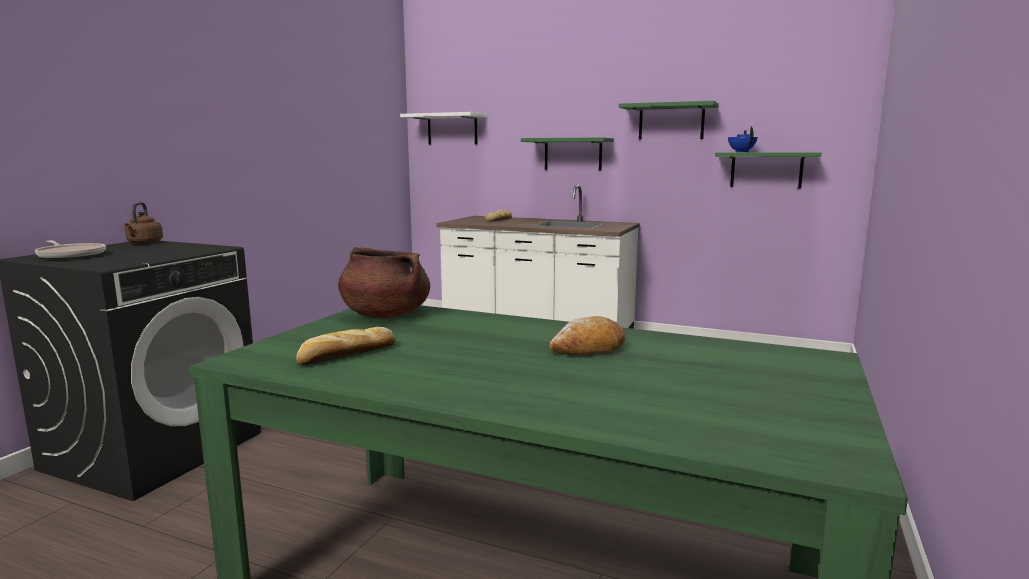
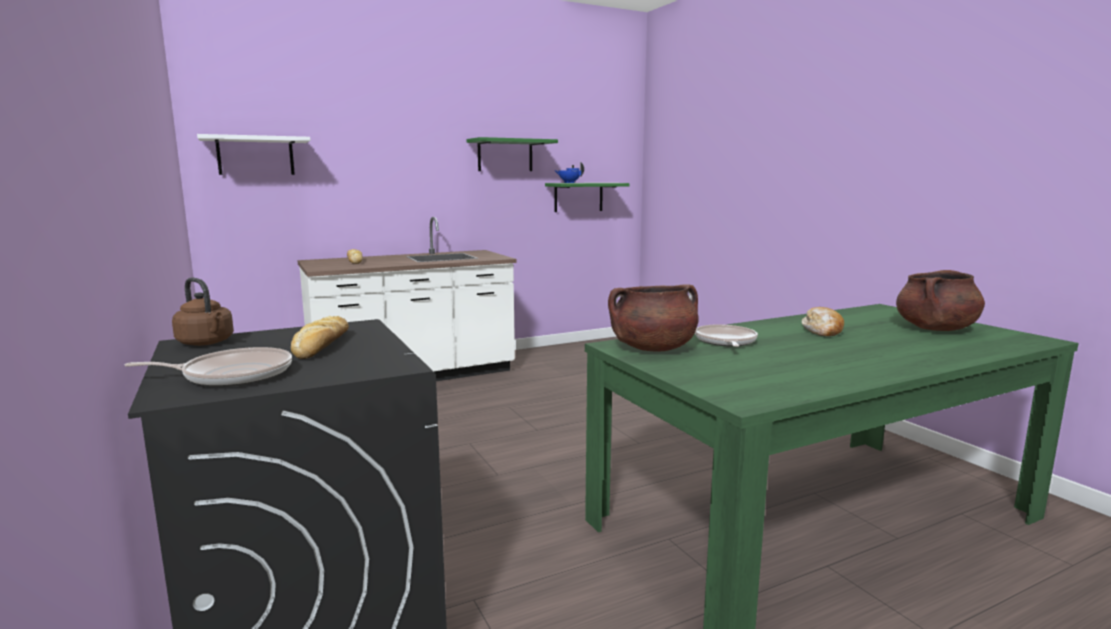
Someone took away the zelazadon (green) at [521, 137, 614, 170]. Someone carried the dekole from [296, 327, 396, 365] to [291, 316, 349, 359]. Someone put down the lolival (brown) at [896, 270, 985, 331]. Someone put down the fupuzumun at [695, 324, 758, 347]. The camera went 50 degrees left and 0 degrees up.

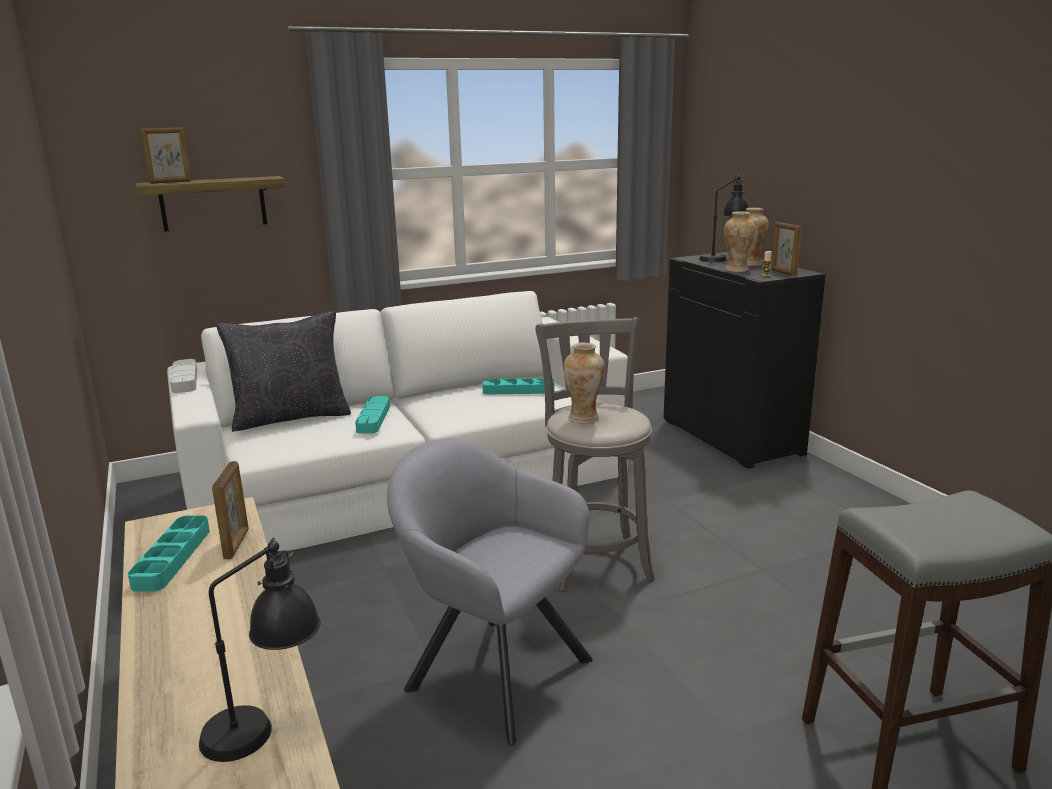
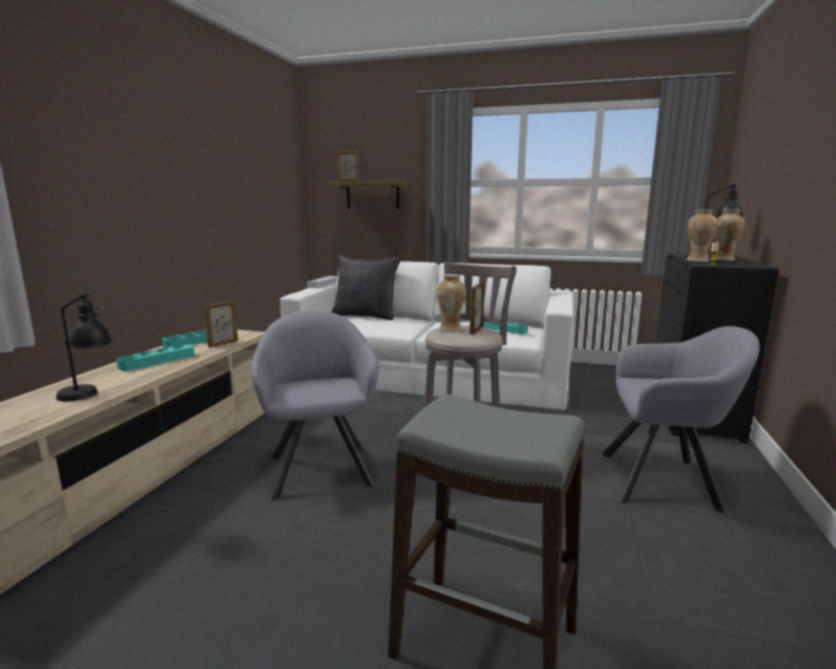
Someone carried the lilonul from [771, 222, 802, 276] to [470, 283, 484, 334]. Someone carried the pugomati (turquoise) from [355, 396, 390, 434] to [116, 344, 195, 371]. Someone put down the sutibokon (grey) at [602, 326, 760, 513]. The camera went 40 degrees right and 5 degrees down.

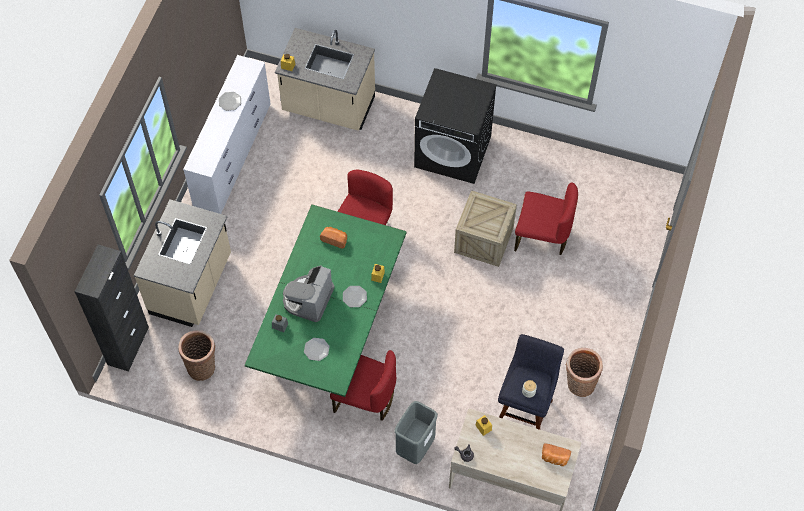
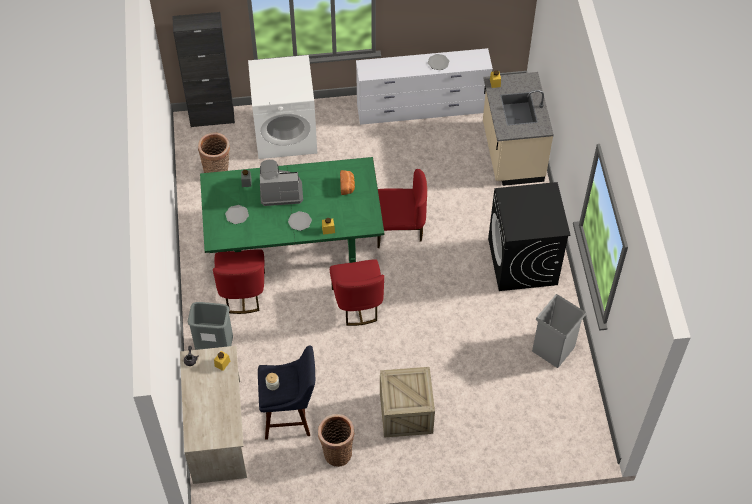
Someone carried the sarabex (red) from [514, 182, 578, 255] to [330, 259, 384, 326]. Someone carried the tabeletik from [454, 190, 517, 267] to [380, 367, 435, 438]. Someone swapped the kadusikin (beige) at [134, 200, 231, 327] for the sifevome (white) at [248, 55, 317, 159]. Someone took away the dekole at [542, 443, 571, 466]. Someone put down the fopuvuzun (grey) at [532, 294, 586, 368]. The camera went 65 degrees right and 5 degrees down.

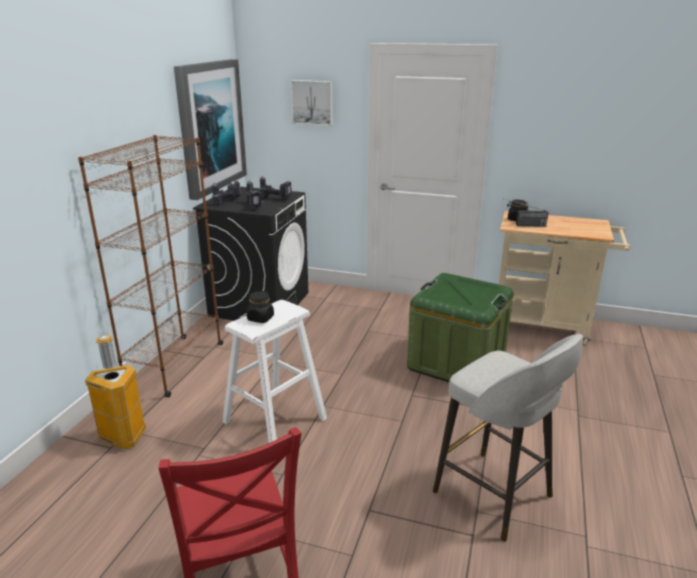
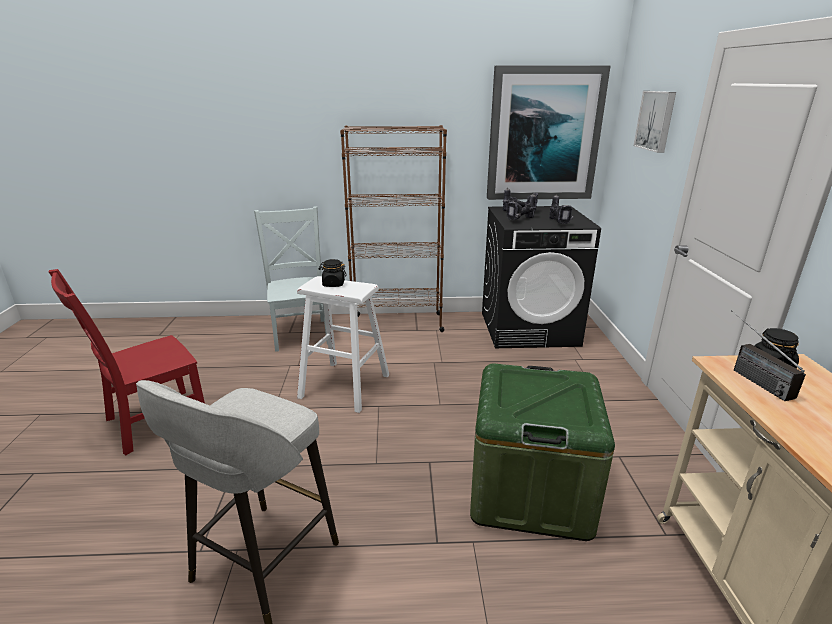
Someone swapped the fopuvuzun at [85, 335, 146, 450] for the sarabex (grey) at [254, 206, 328, 352]. The camera went 70 degrees right and 0 degrees up.

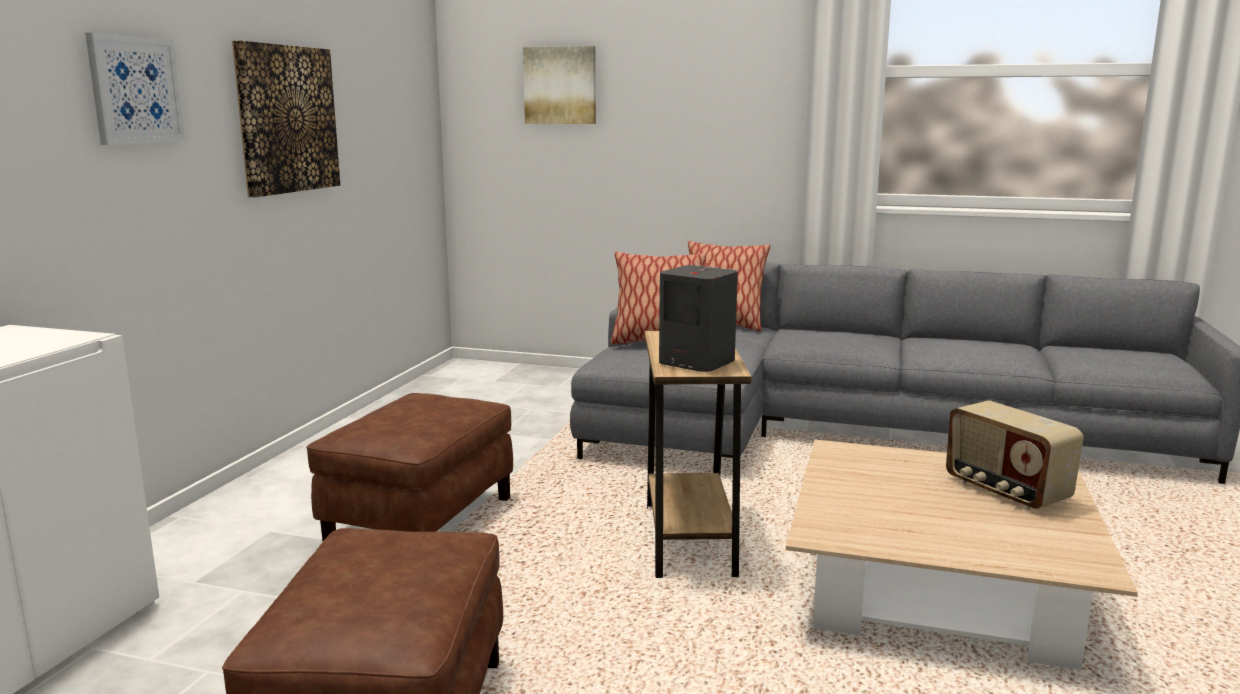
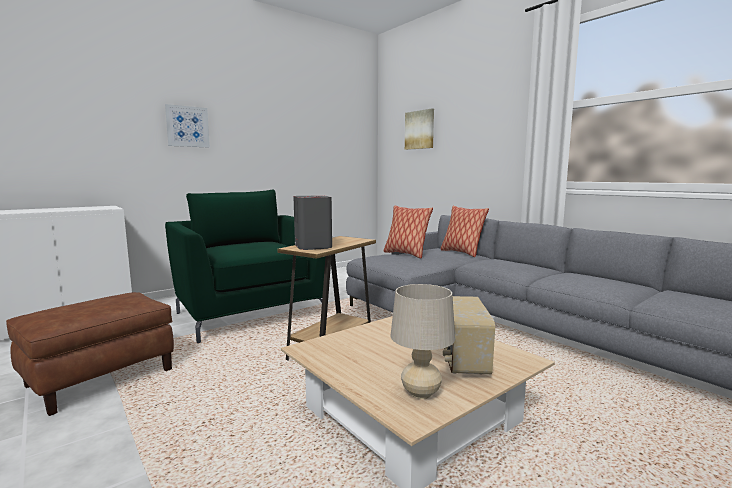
Someone took away the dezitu at [232, 40, 340, 197]. Someone swapped the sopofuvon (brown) at [306, 393, 513, 541] for the sutibokon (green) at [165, 190, 325, 343]. Someone put down the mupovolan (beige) at [390, 284, 455, 399]. The camera went 35 degrees right and 5 degrees down.

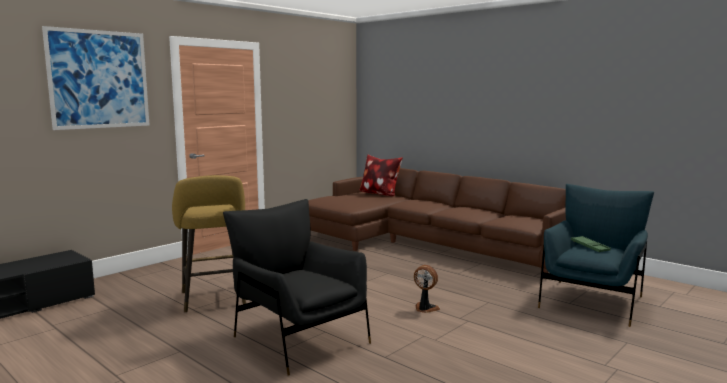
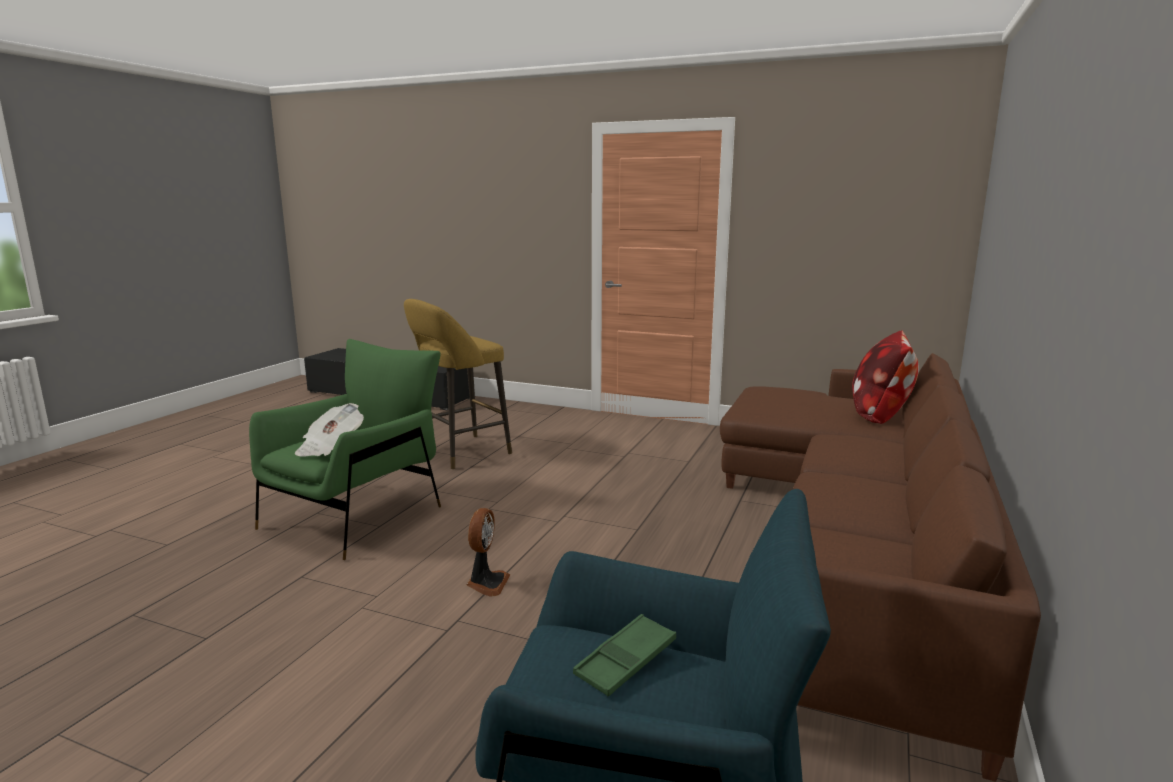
Someone took away the dezitu at [42, 26, 150, 130]. Someone repainted the sutibokon (black) at [223, 199, 371, 376], which became the sutibokon (green) at [249, 339, 441, 560]. Someone put down the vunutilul at [295, 403, 364, 457]. The camera went 70 degrees right and 5 degrees up.

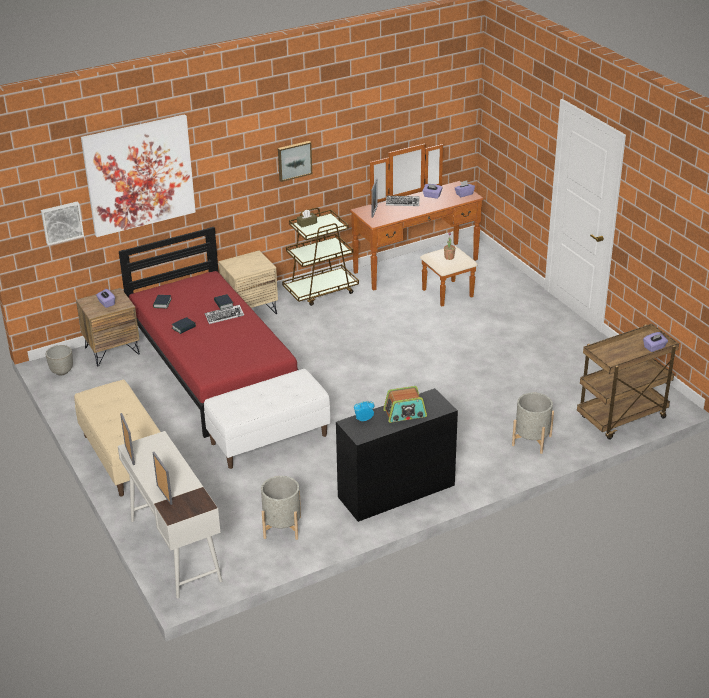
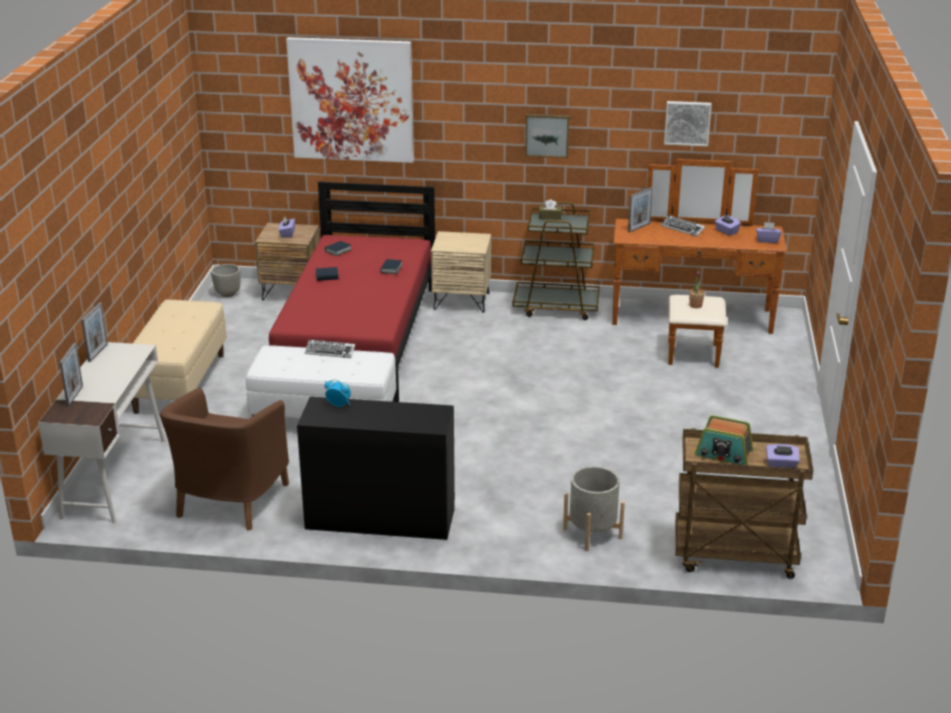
Someone carried the dezitu from [41, 201, 84, 245] to [664, 101, 712, 146]. Someone carried the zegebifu from [205, 305, 244, 324] to [305, 340, 355, 358]. Someone carried the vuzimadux from [383, 386, 427, 423] to [695, 415, 753, 465]. Someone swapped the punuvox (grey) at [261, 476, 301, 540] for the sutibokon (brown) at [160, 388, 289, 530]. The camera went 35 degrees right and 5 degrees down.

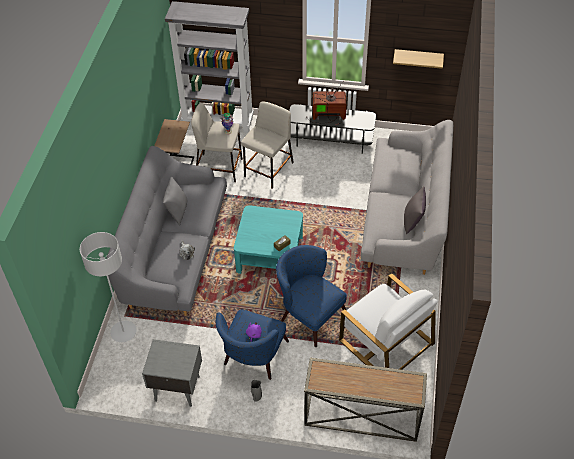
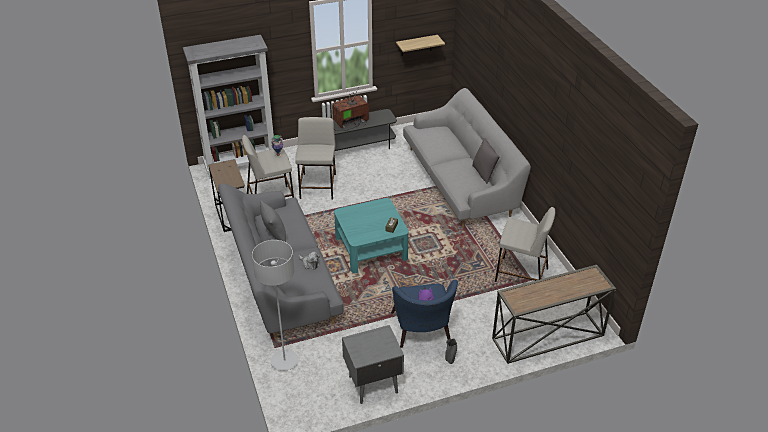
Someone took away the sutibokon (blue) at [276, 245, 347, 347]. Someone swapped the sutibokon (white) at [339, 273, 438, 370] for the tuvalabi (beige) at [495, 207, 555, 282]. The camera went 30 degrees left and 10 degrees down.

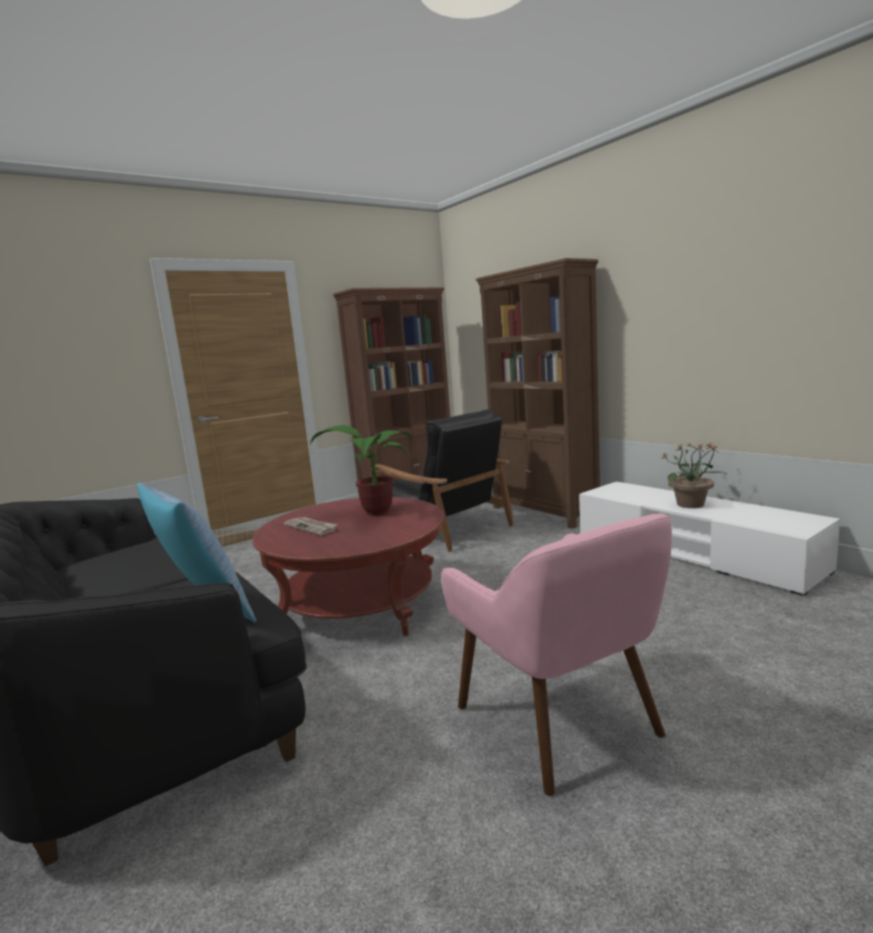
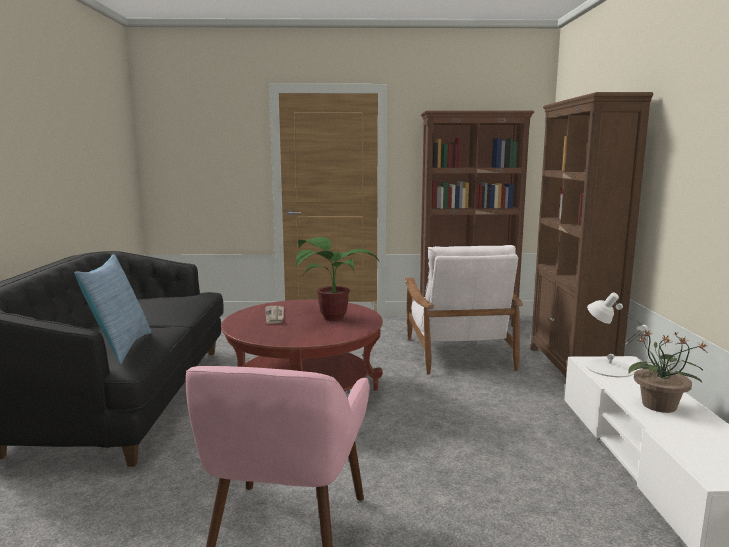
Someone repainted the sutibokon (black) at [371, 409, 513, 551], which became the sutibokon (white) at [405, 245, 523, 375]. Someone put down the mupovolan (white) at [585, 293, 648, 377]. The camera went 35 degrees right and 0 degrees up.

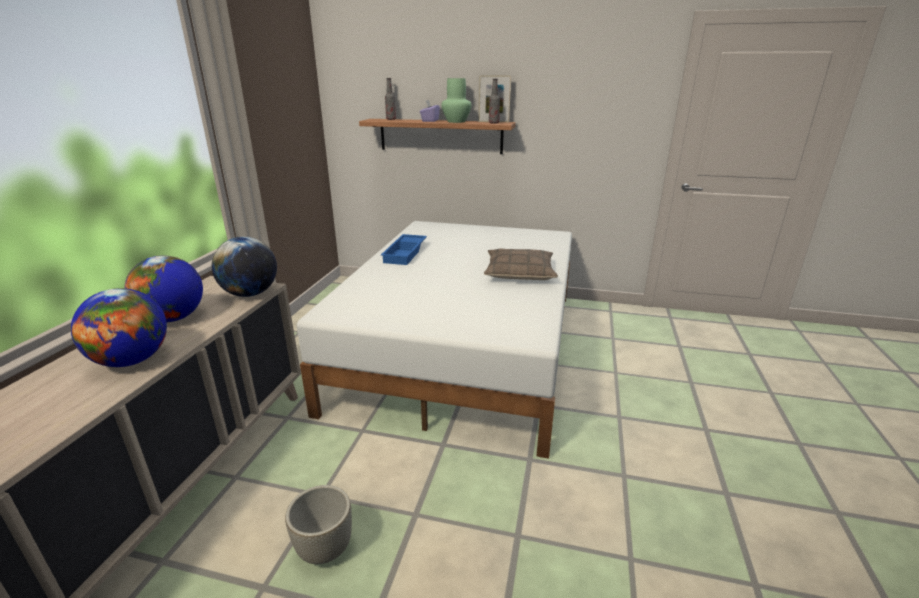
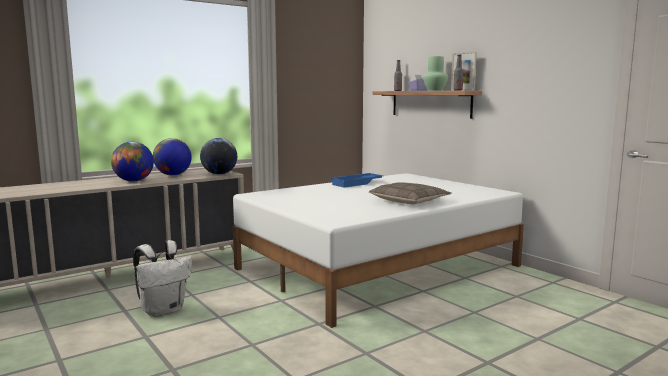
Someone swapped the punuvox (grey) at [285, 485, 352, 564] for the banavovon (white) at [133, 240, 192, 317]. The camera went 40 degrees right and 15 degrees down.

